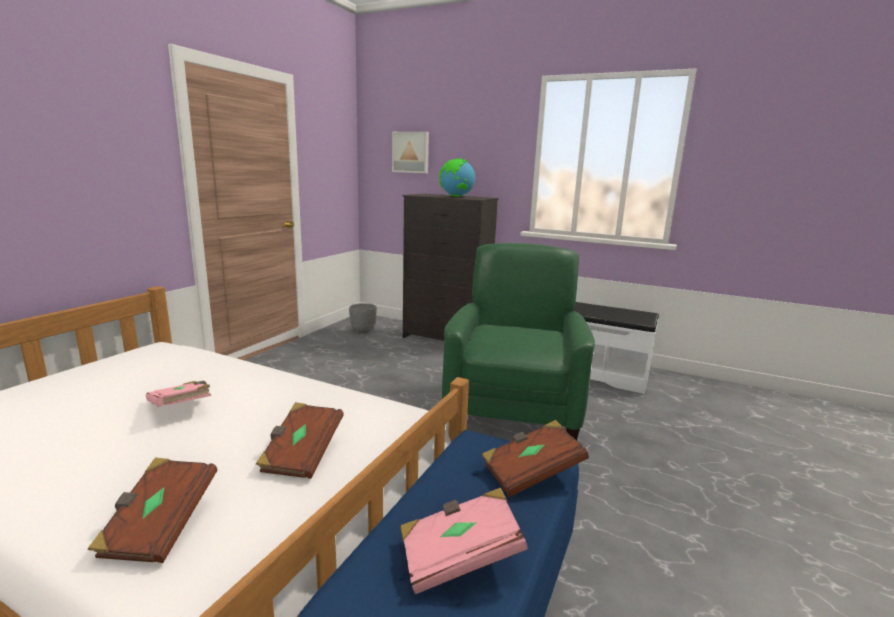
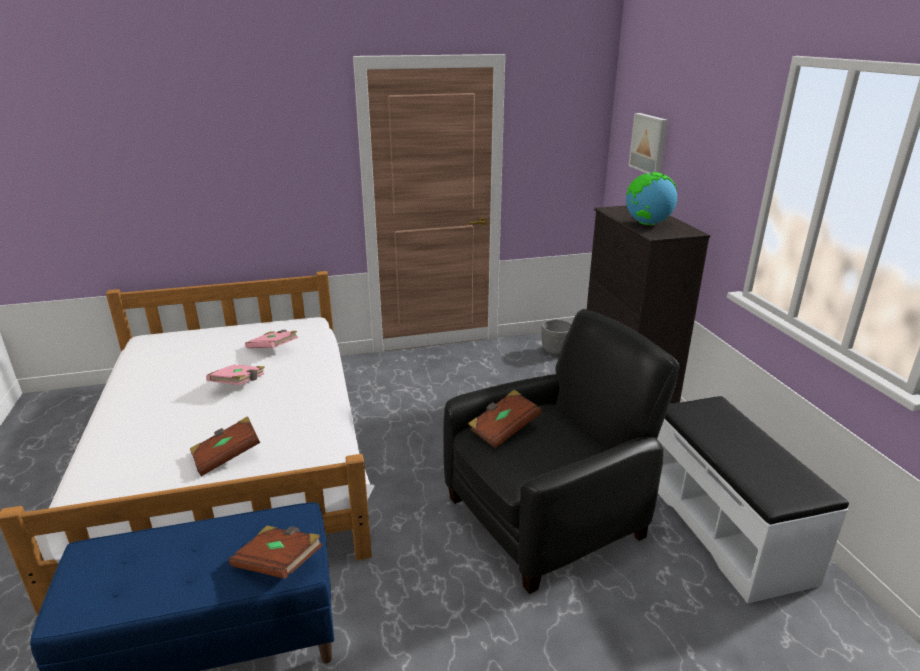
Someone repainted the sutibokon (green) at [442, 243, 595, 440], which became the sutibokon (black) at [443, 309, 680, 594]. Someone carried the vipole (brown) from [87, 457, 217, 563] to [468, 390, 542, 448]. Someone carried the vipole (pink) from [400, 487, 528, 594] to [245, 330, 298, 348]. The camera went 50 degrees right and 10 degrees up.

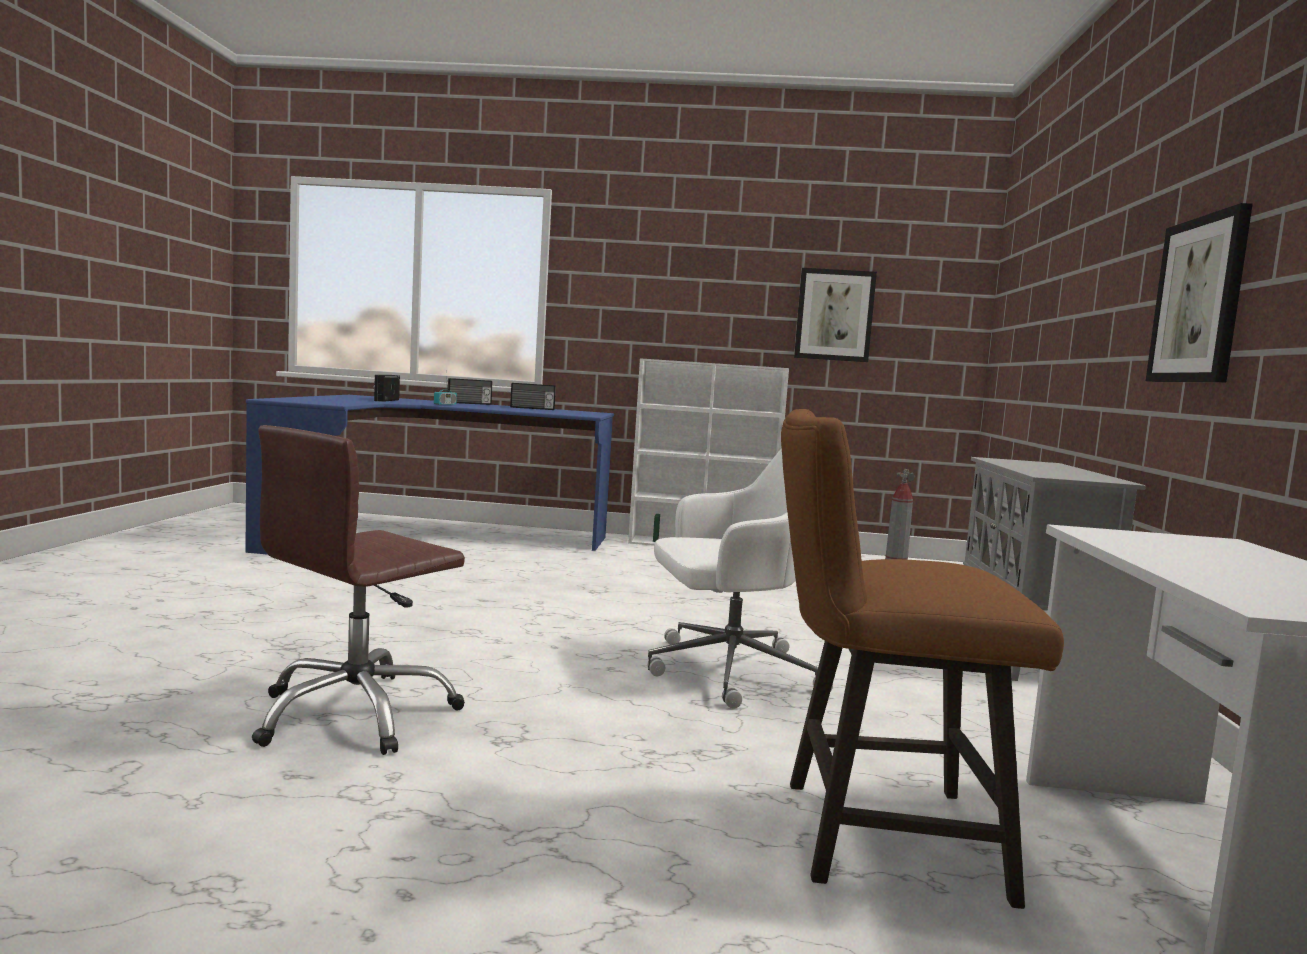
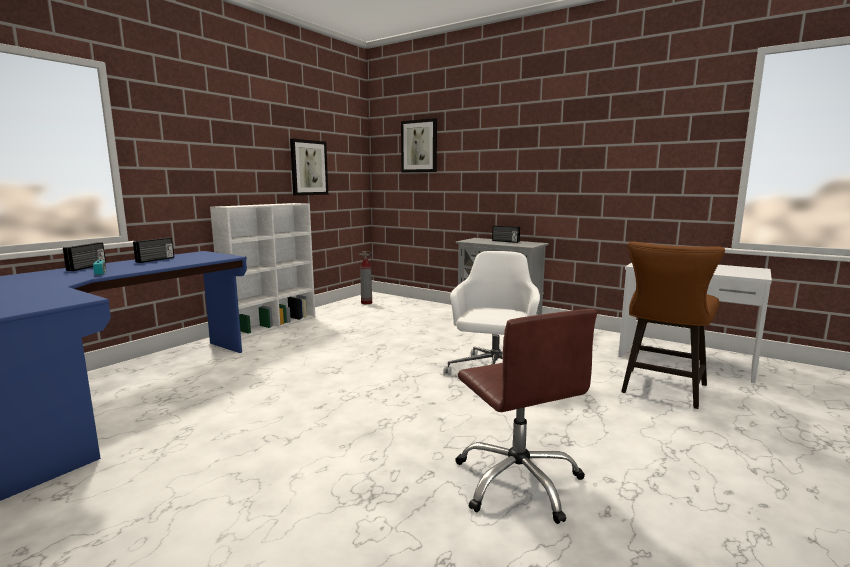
Someone carried the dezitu from [1146, 203, 1253, 383] to [401, 118, 437, 172]. Someone carried the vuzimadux from [374, 375, 400, 402] to [492, 225, 520, 243]. The camera went 60 degrees left and 5 degrees up.

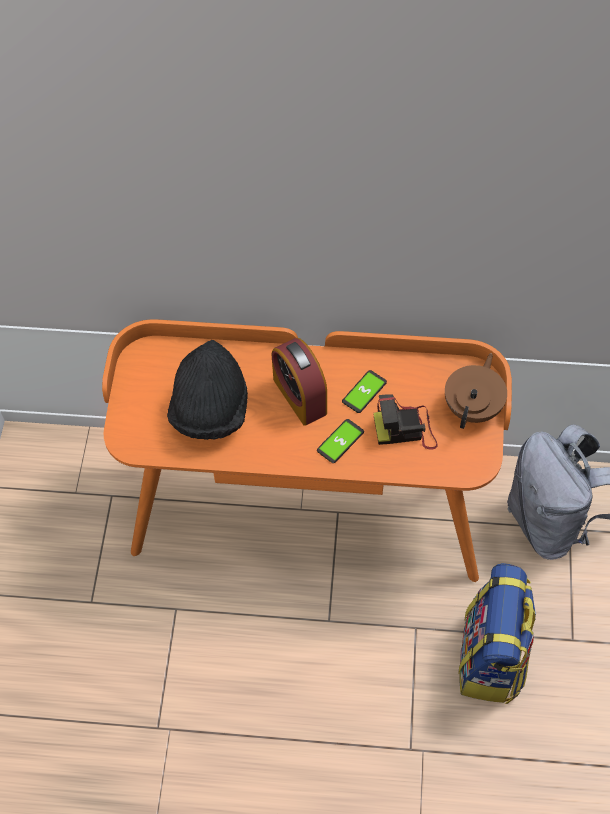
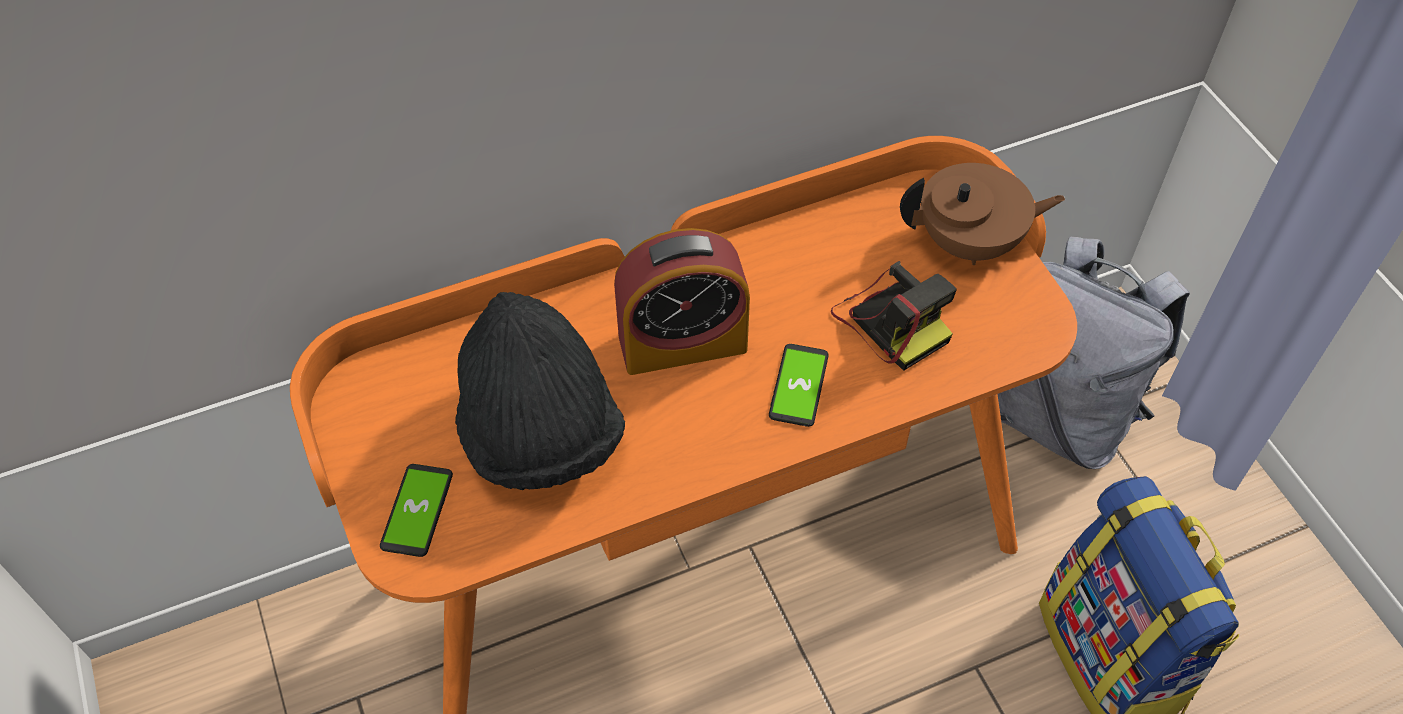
Someone rotated the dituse at [272, 338, 327, 426] by 45 degrees counterclockwise. Someone rotated the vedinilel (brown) at [445, 354, 507, 429] by 90 degrees clockwise. Someone carried the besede from [342, 370, 387, 413] to [380, 464, 453, 557]. Someone rotated the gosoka at [373, 394, 437, 449] by 90 degrees counterclockwise. The camera went 30 degrees left and 5 degrees down.

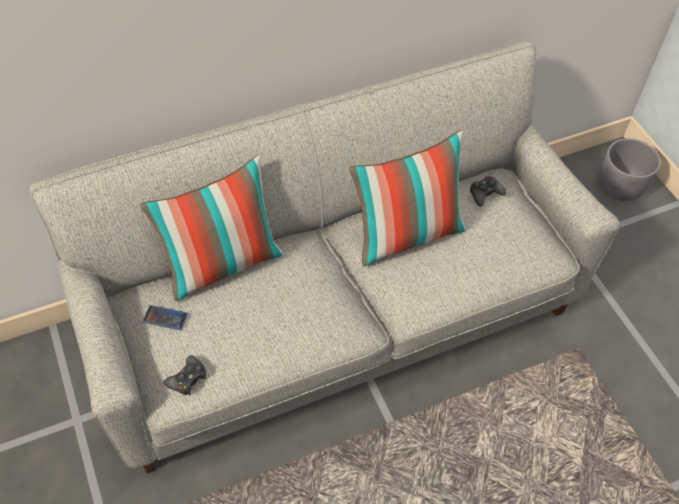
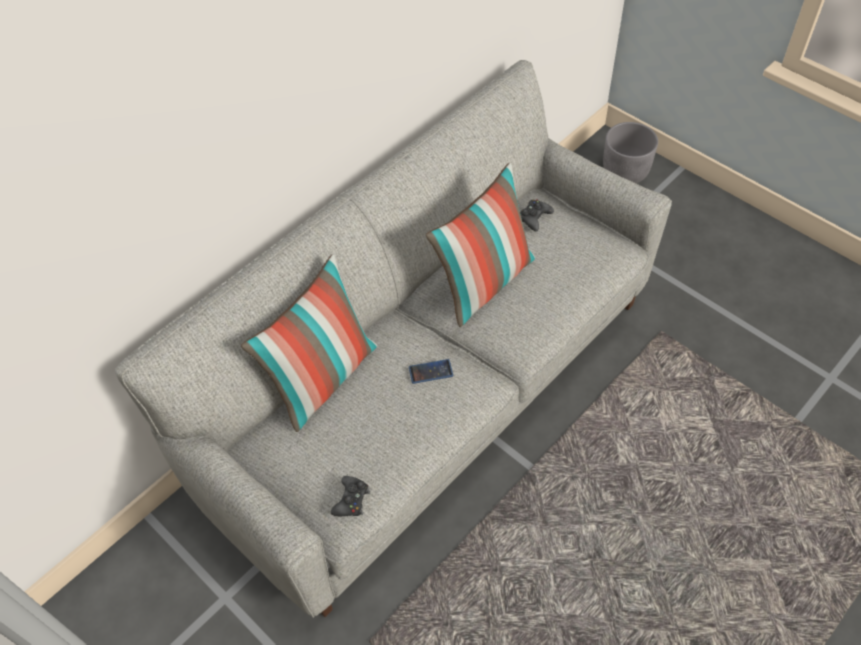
Someone carried the besede from [142, 305, 188, 331] to [409, 359, 453, 384]. The camera went 20 degrees left and 0 degrees up.

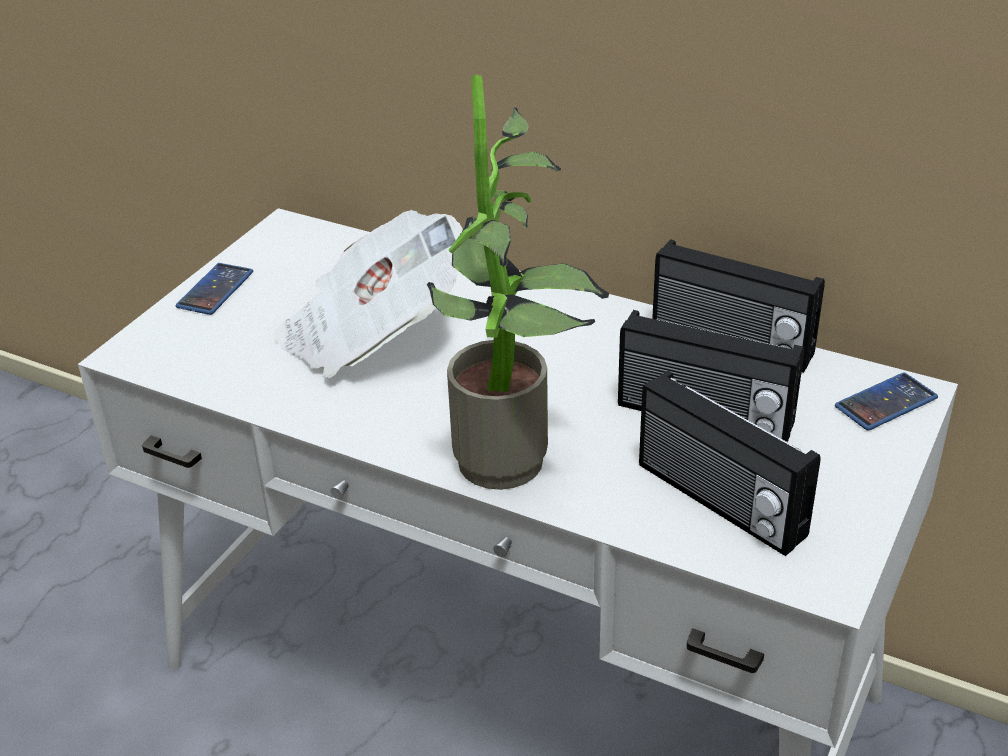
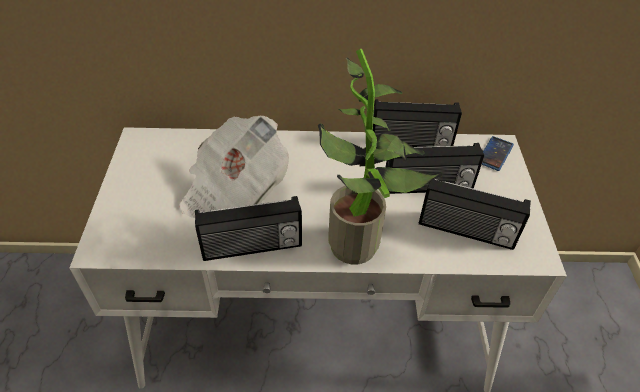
Someone took away the besede at [175, 263, 253, 315]. Someone put down the vuzimadux at [195, 196, 302, 261]. The camera went 30 degrees left and 10 degrees up.

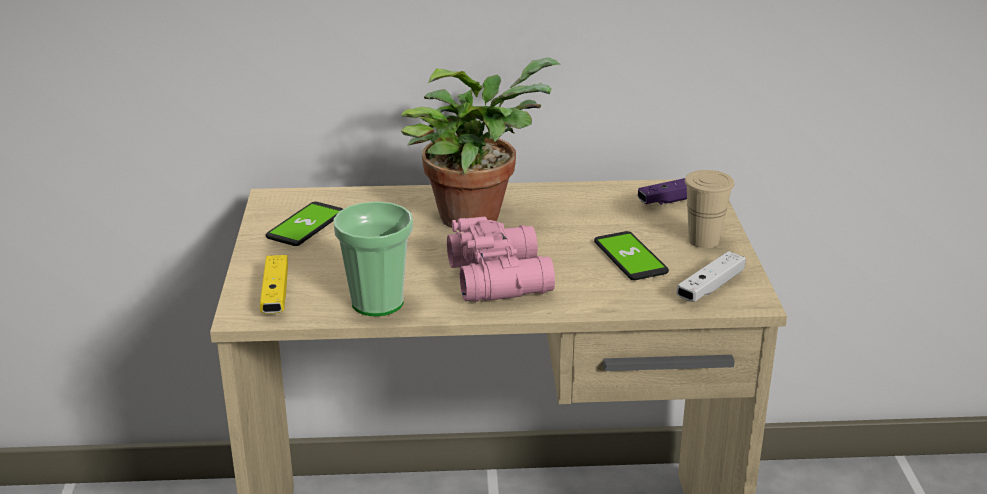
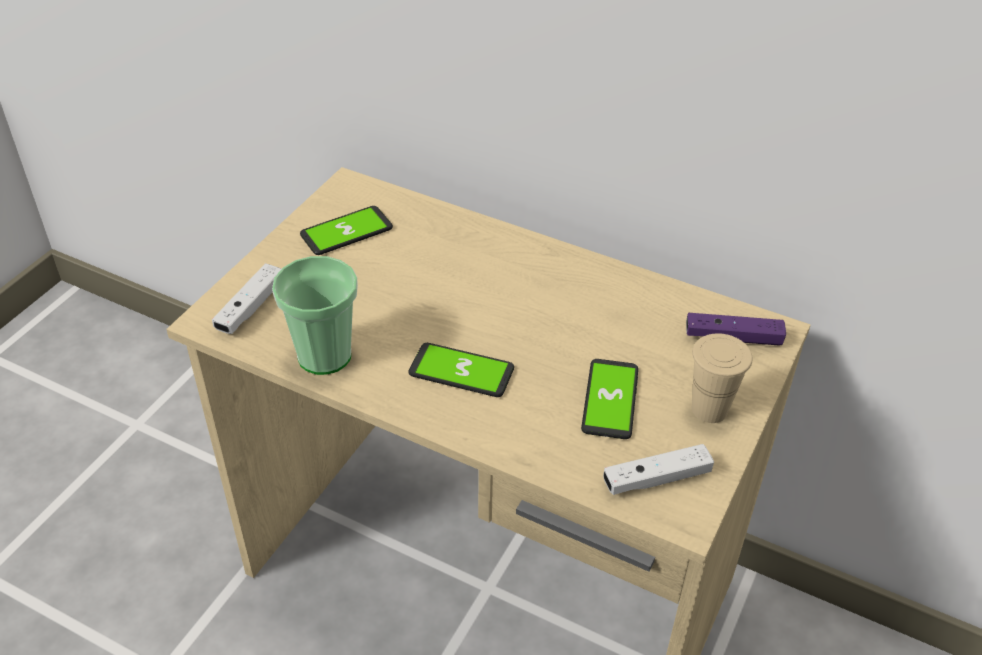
Someone took away the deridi at [401, 58, 560, 230]. Someone swapped the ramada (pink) at [447, 217, 555, 302] for the besede at [408, 343, 514, 397]. Someone repainted the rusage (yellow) at [260, 255, 288, 314], which became the rusage (white) at [212, 263, 281, 334]. The camera went 30 degrees right and 15 degrees up.

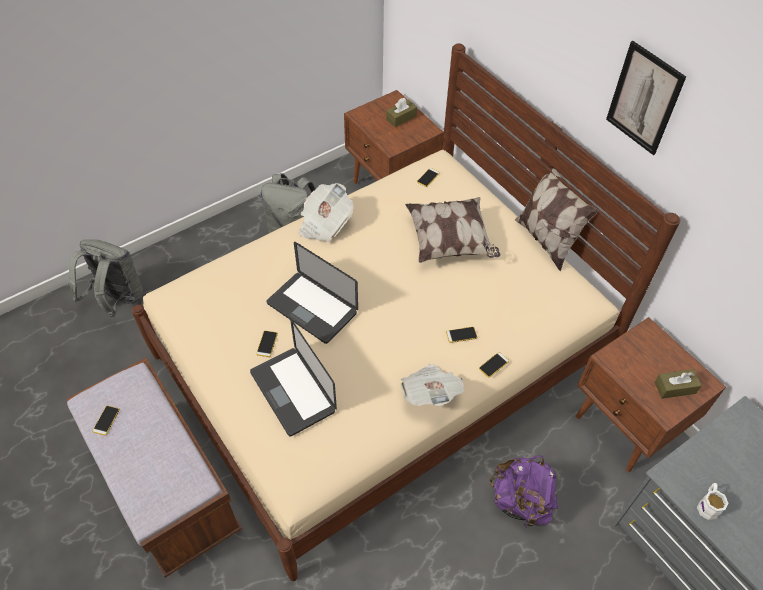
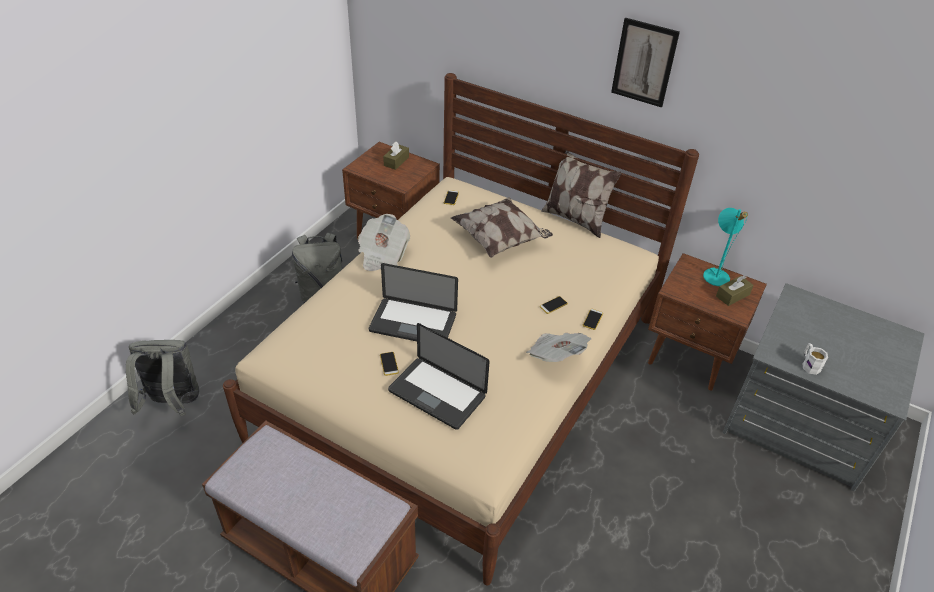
Someone took away the besede at [92, 406, 120, 435]. Someone took away the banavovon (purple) at [490, 455, 558, 528]. Someone put down the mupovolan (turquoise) at [703, 208, 748, 286]. The camera went 25 degrees left and 10 degrees down.

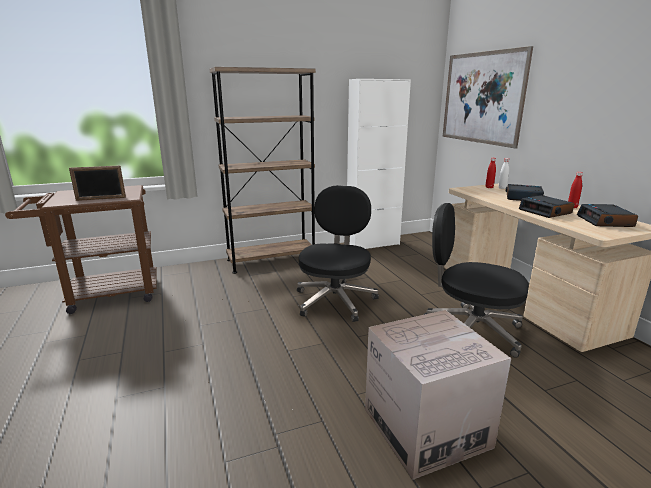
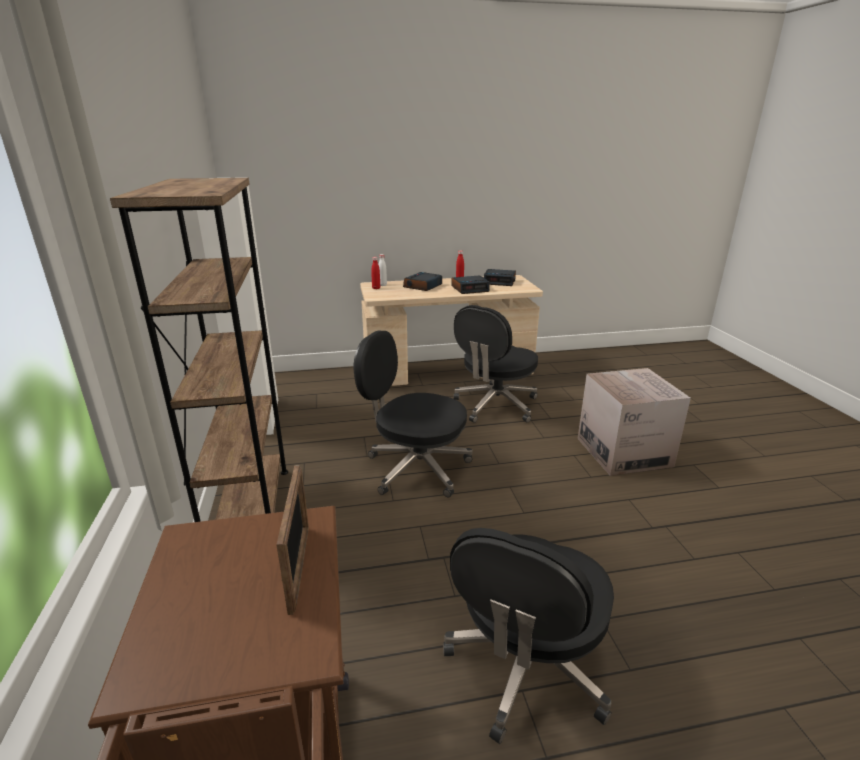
Someone took away the dezitu at [442, 46, 533, 149]. Someone put down the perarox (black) at [443, 528, 614, 744]. The camera went 80 degrees left and 5 degrees up.

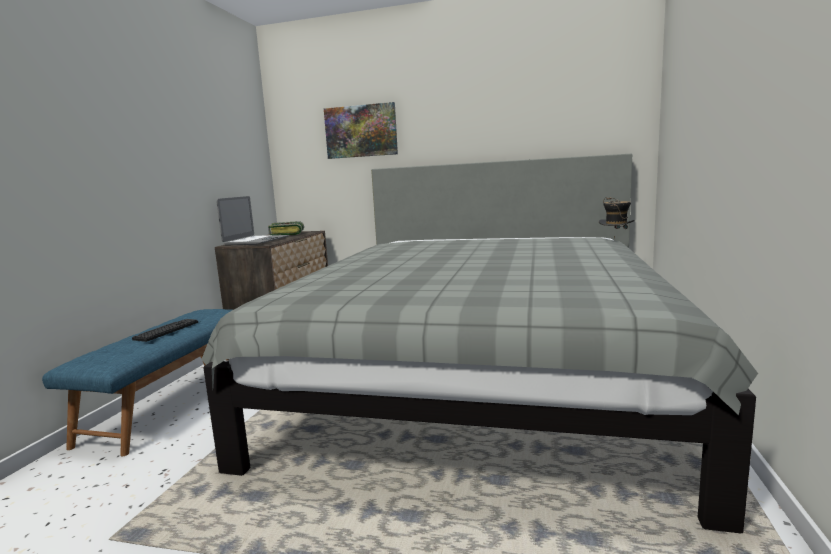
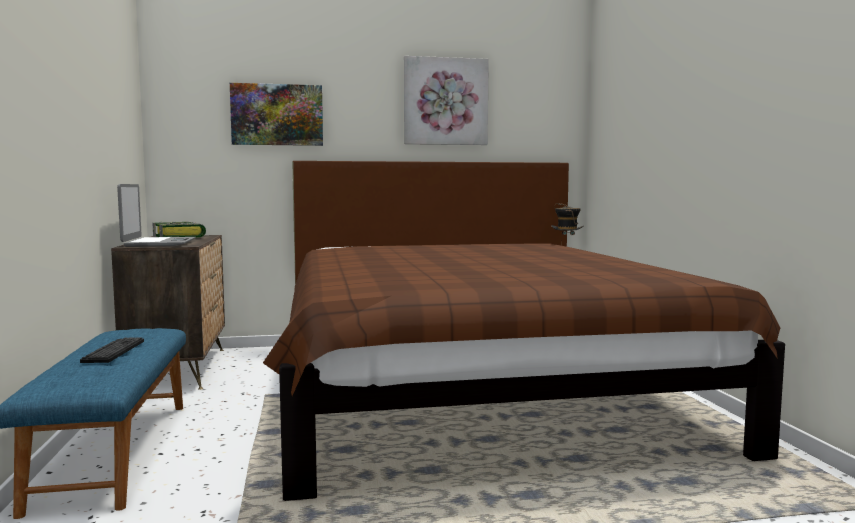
Someone repainted the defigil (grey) at [201, 154, 758, 533], which became the defigil (brown) at [263, 161, 785, 501]. Someone put up the dezitu at [404, 56, 489, 145]. The camera went 25 degrees left and 5 degrees down.

